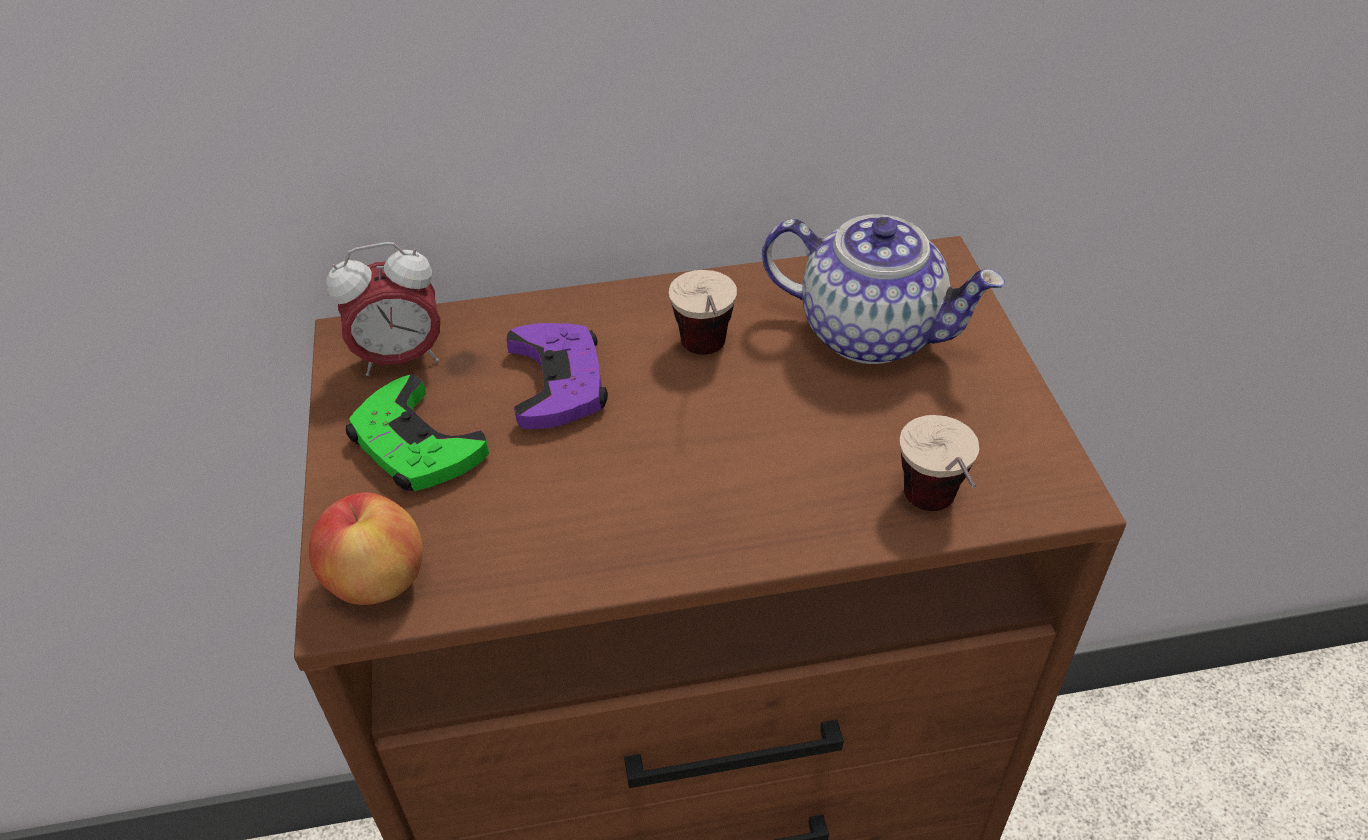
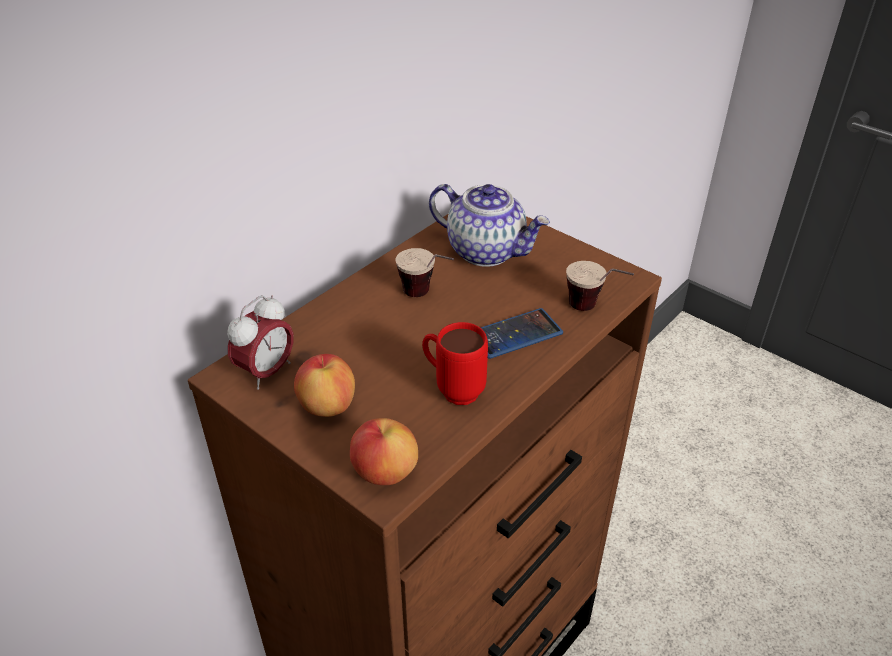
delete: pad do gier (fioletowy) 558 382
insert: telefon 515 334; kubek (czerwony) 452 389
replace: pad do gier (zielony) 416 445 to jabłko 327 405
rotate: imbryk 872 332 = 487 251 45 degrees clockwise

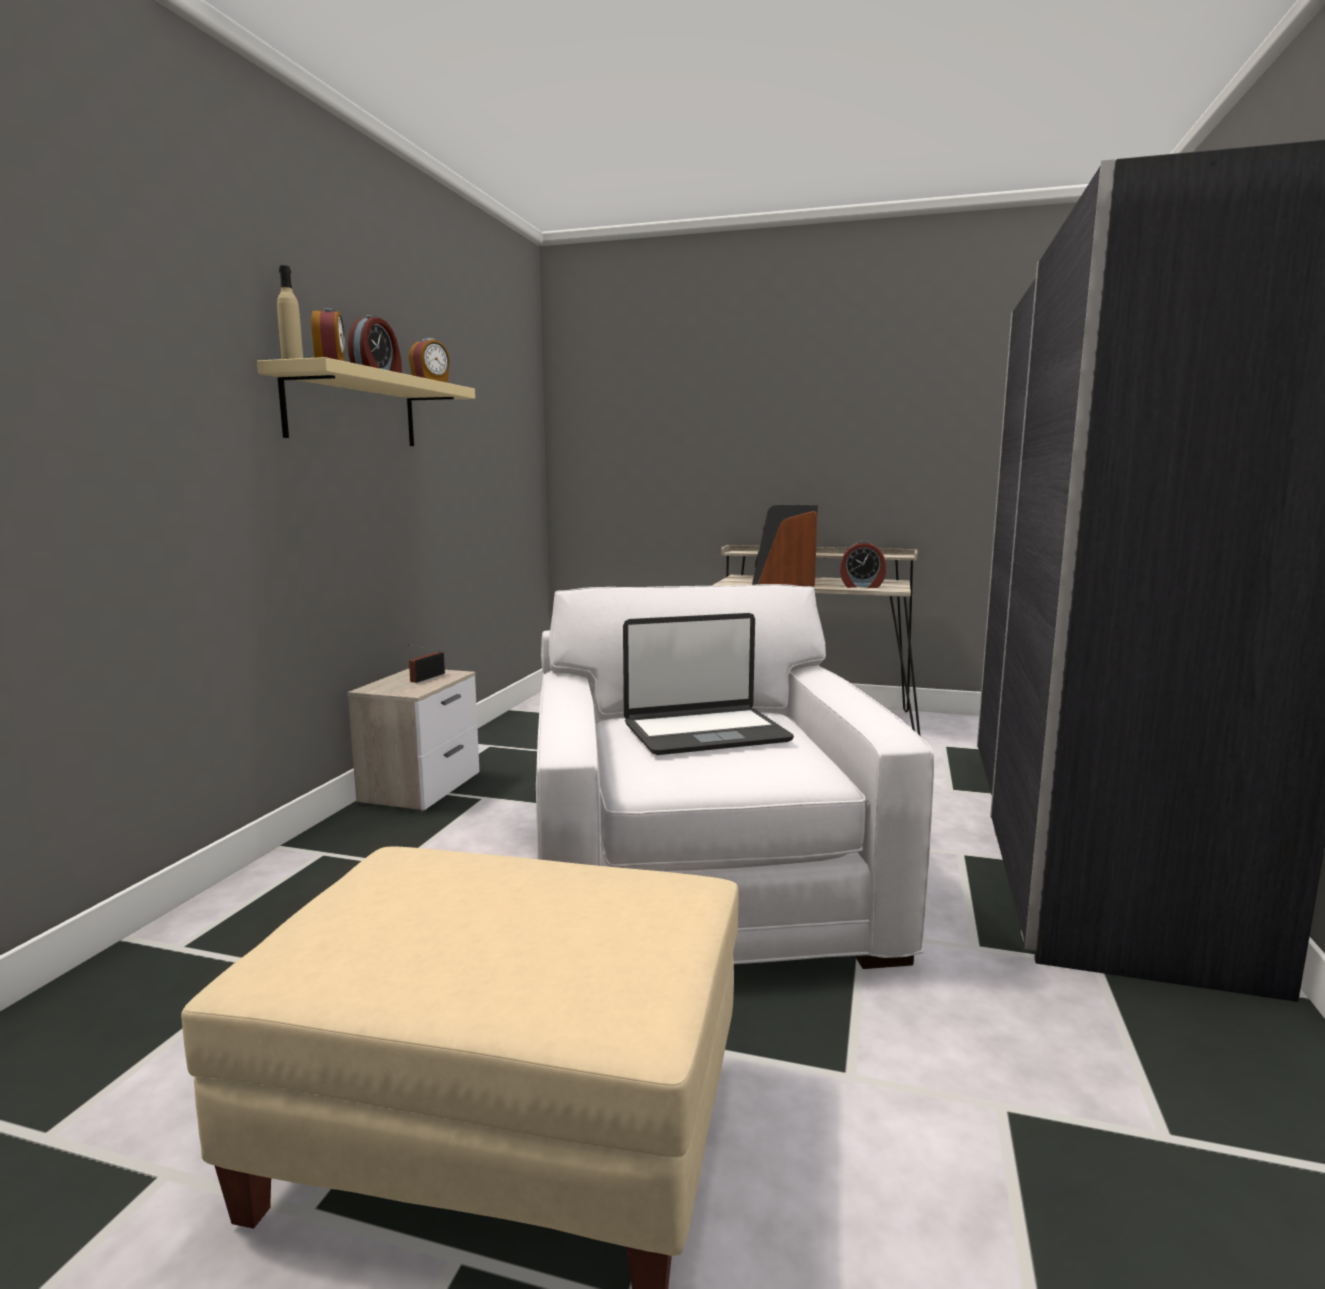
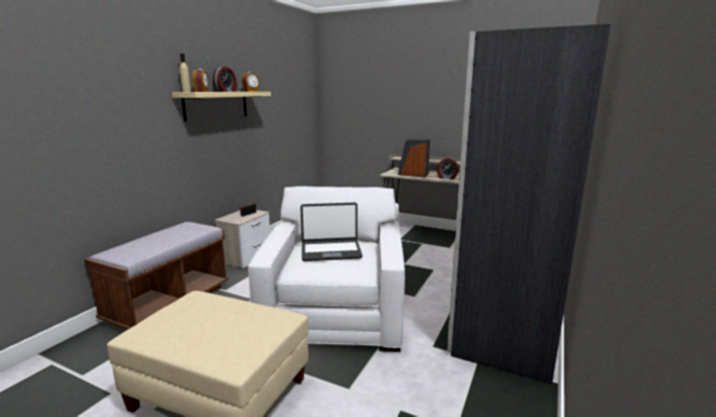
insert: ławka (brązowy) 169 303

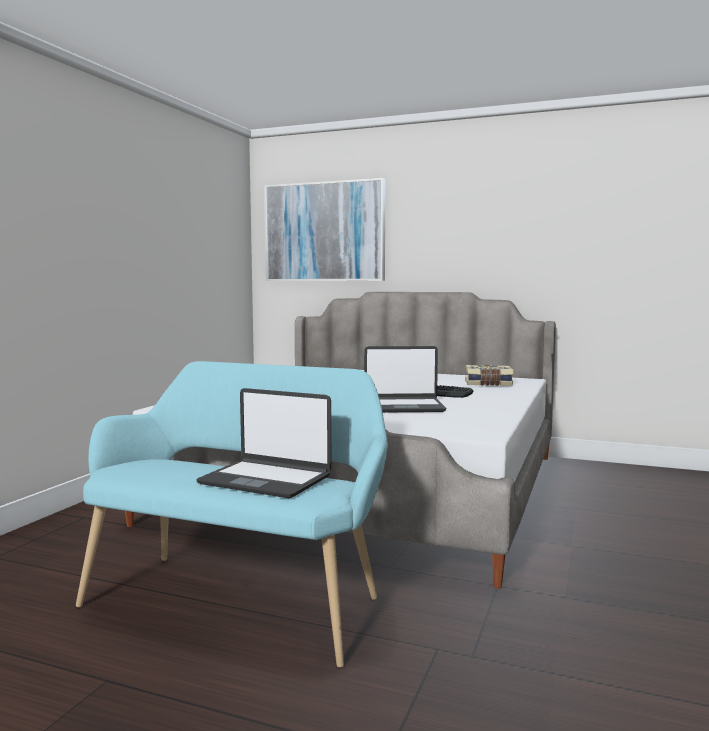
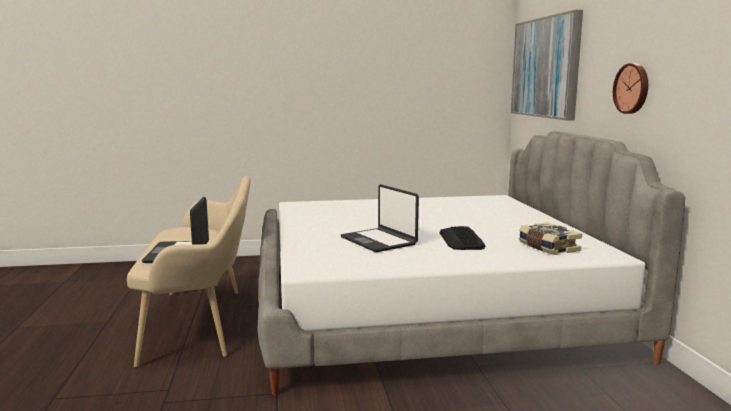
insert: zegar ścienny 632 88
recolor: ławka (turkusowy) 240 598 to ławka (beżowy) 202 323

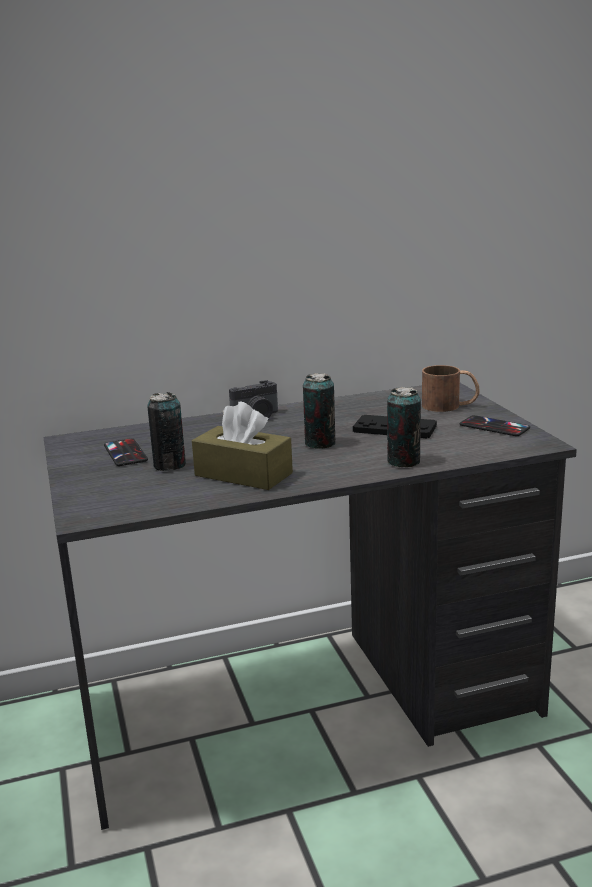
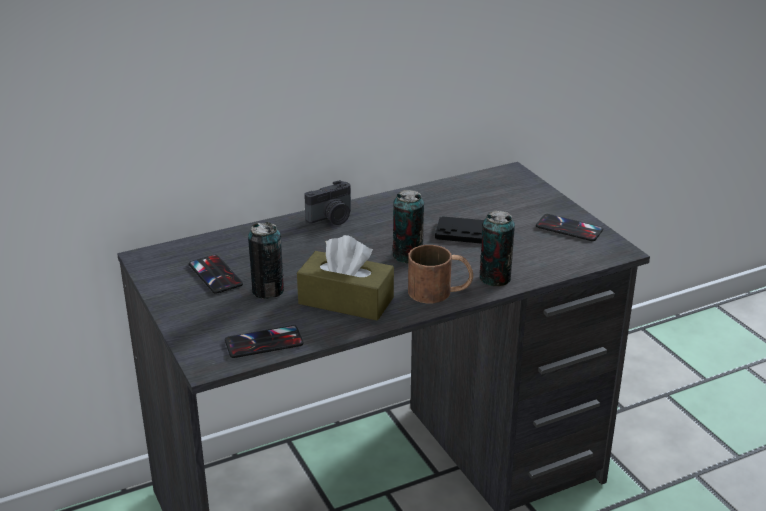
insert: telefon 264 342
move: kubek (brązowy) 450 406 to 440 291

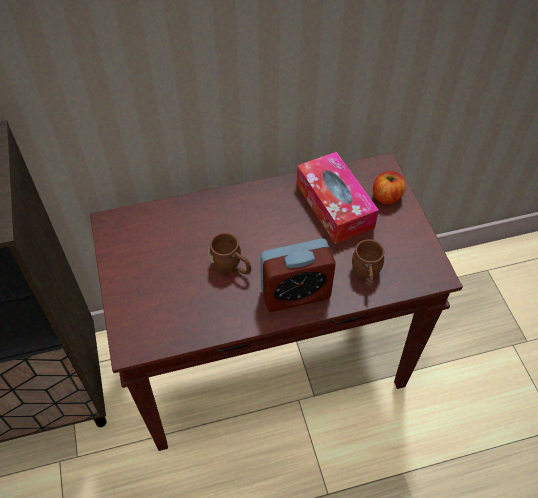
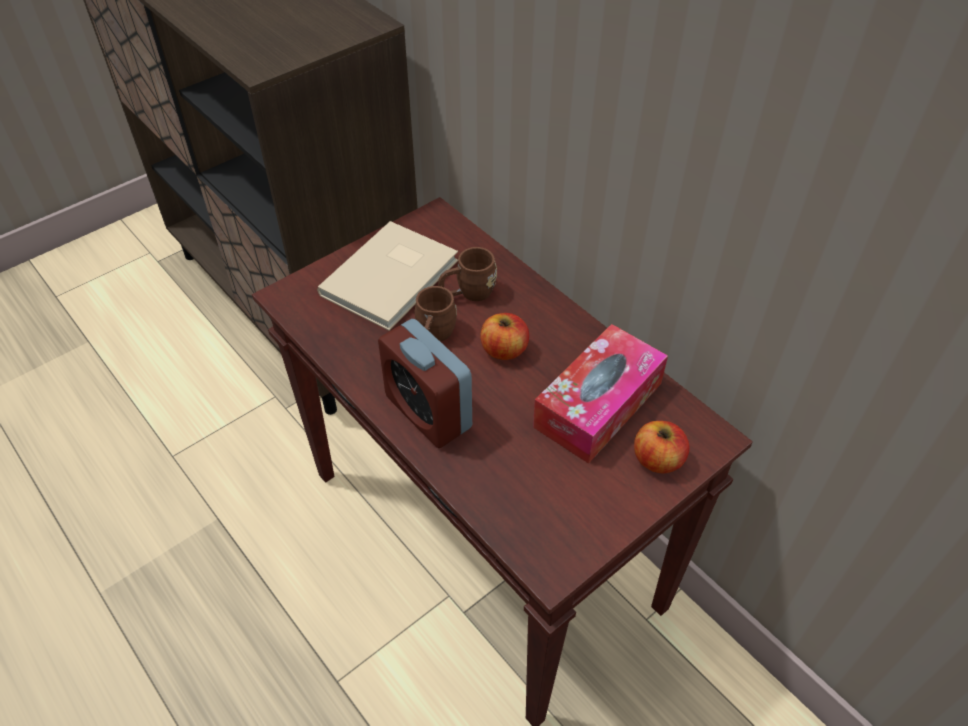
insert: książka (beżowy) 393 277; jabłko 504 350
move: kubek (brązowy) 366 276 to 468 293

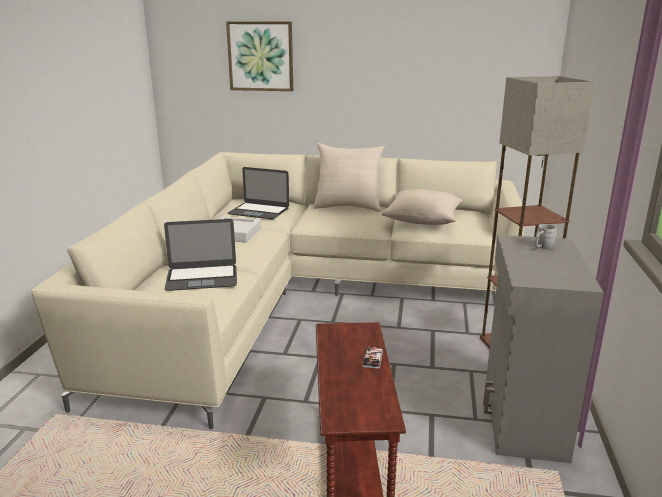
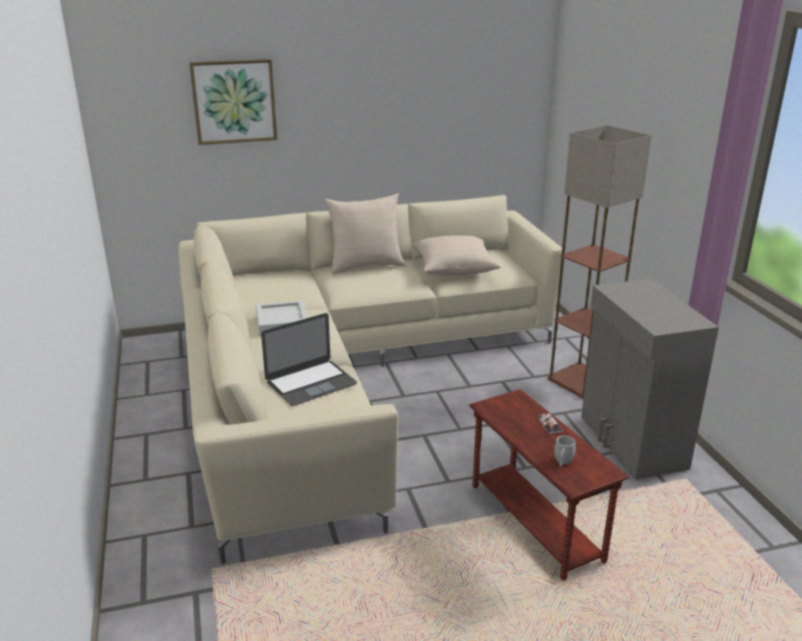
delete: laptop 259 211
move: kubek (szary) 542 247 to 562 462

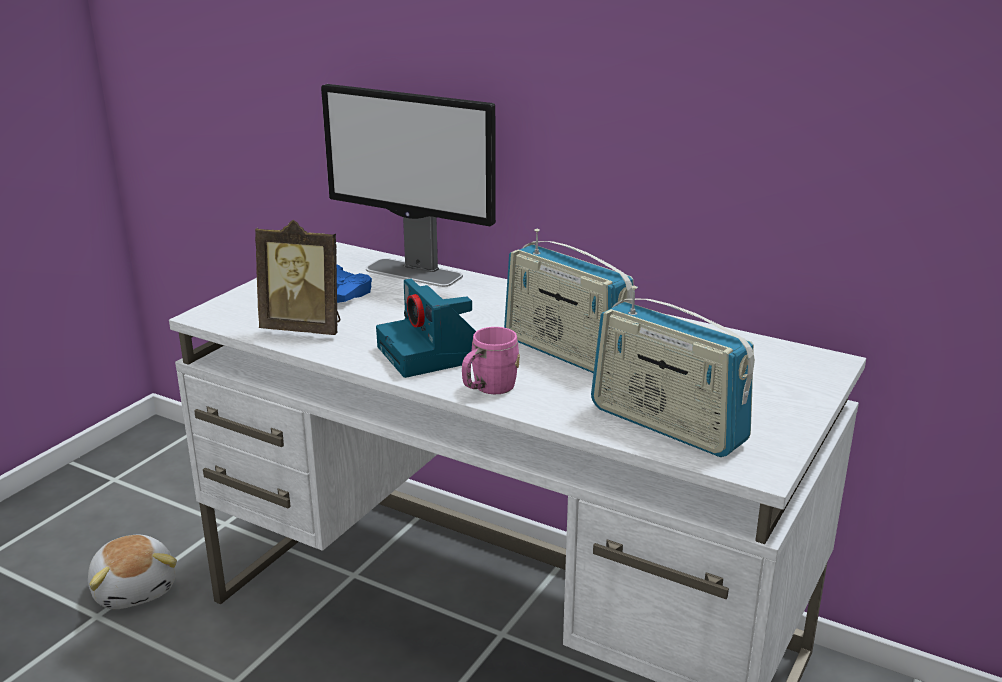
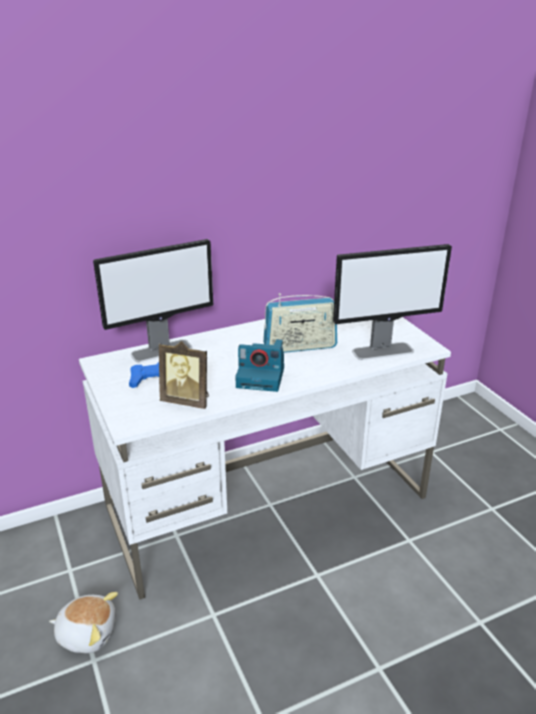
delete: kubek (różowy) 488 389
replace: radio 667 425 to monitor 383 351
rotate: ramka na zdjęcie 305 328 = 187 401 60 degrees clockwise

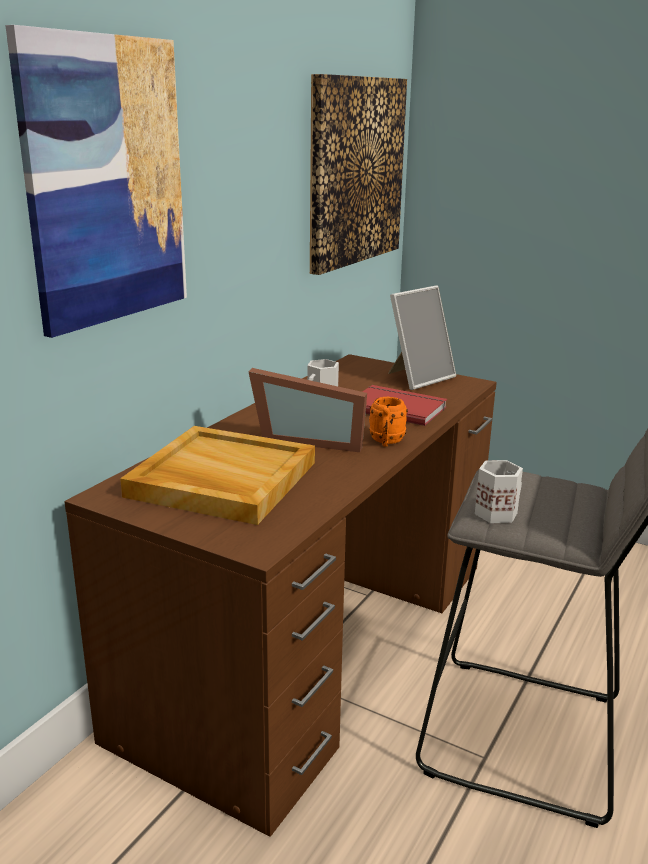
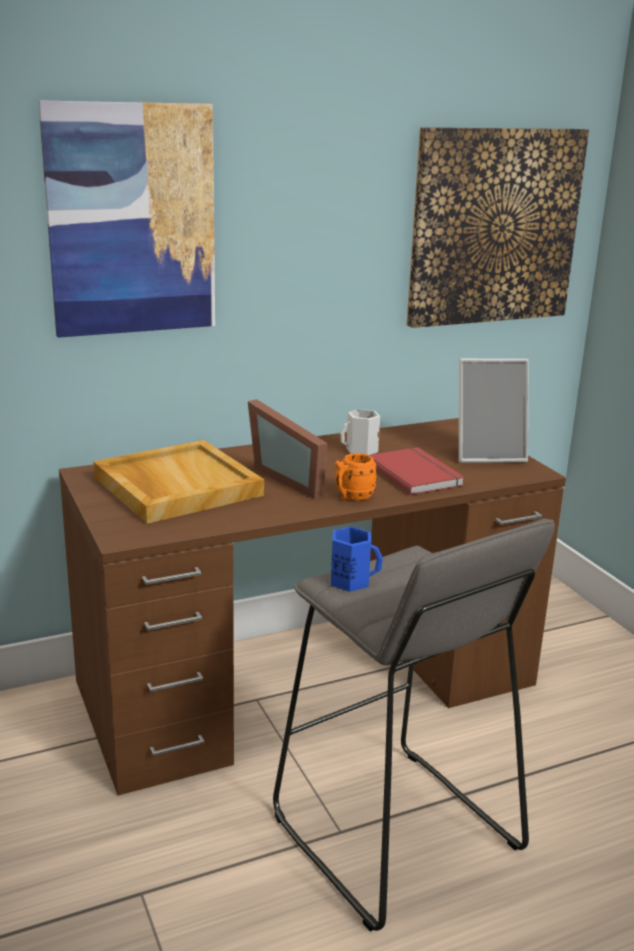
recolor: kubek (biały) 496 512 to kubek (niebieski) 351 580

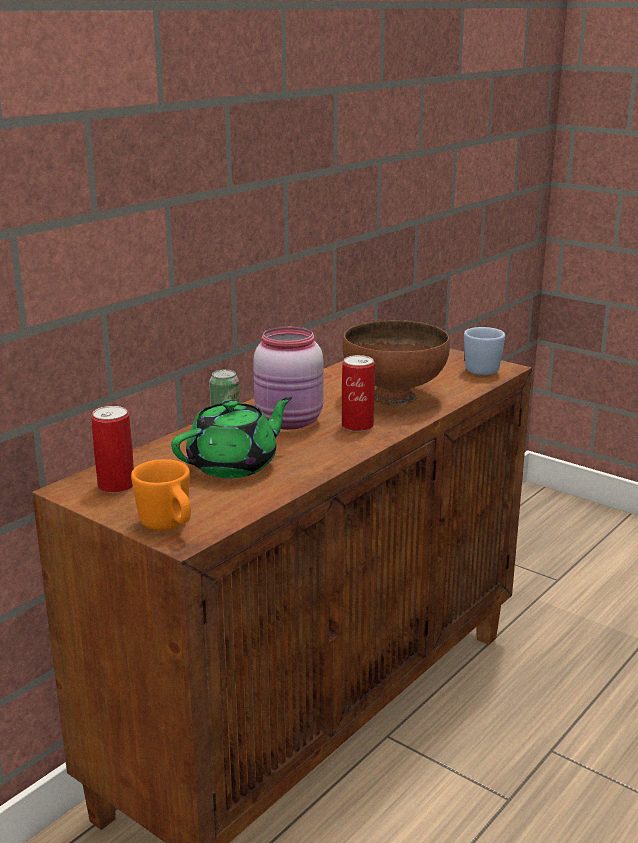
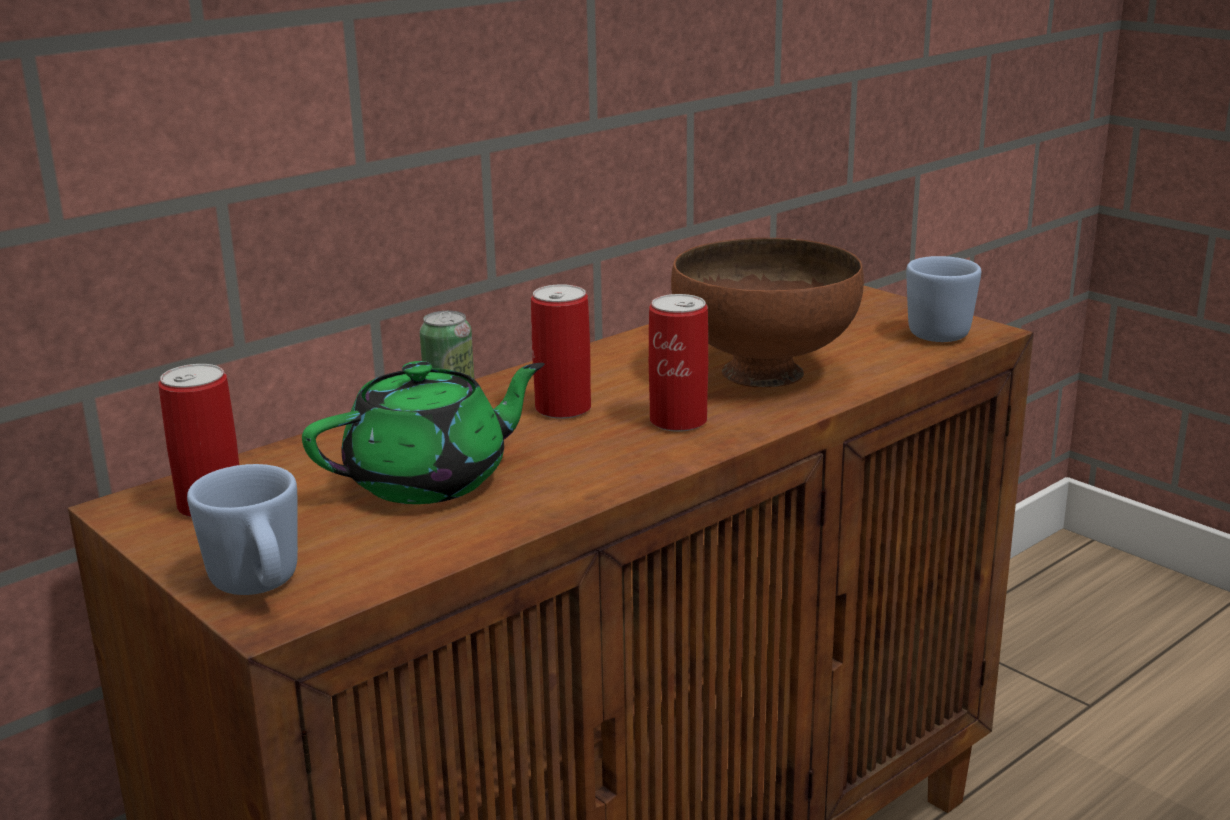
replace: słoik (różowy) 290 422 to puszka 563 408
recolor: kubek (pomarańczowy) 169 526 to kubek (niebieski) 259 587

